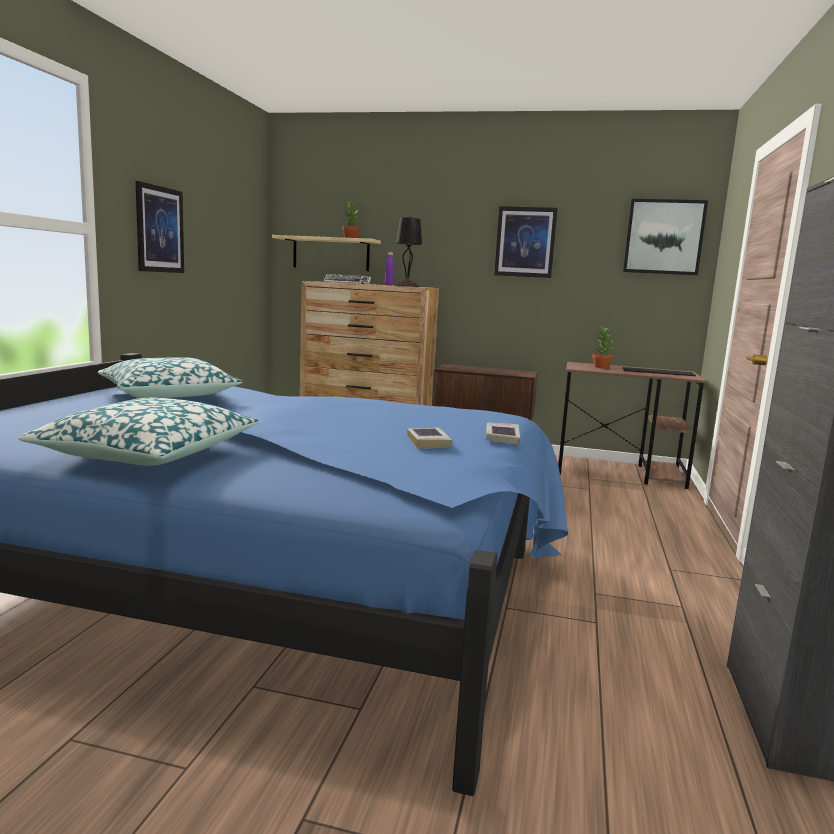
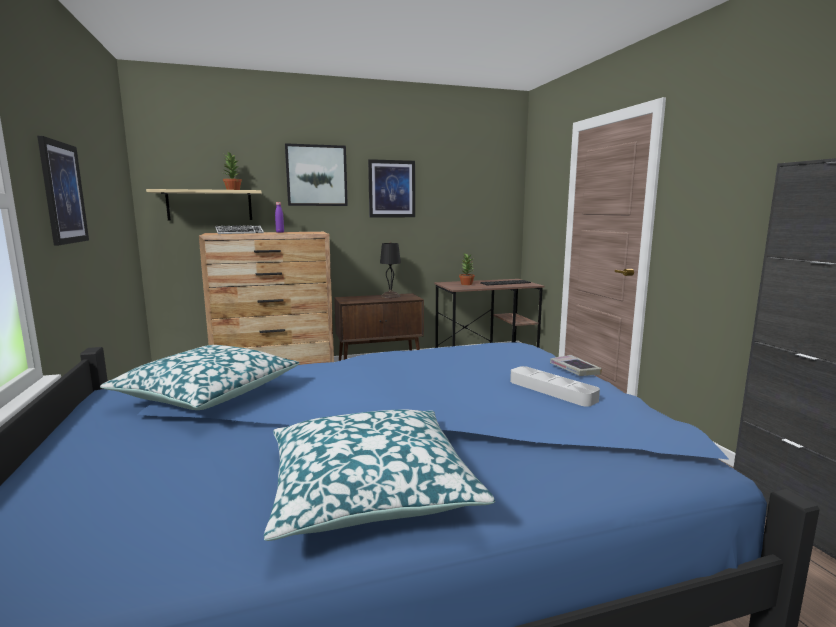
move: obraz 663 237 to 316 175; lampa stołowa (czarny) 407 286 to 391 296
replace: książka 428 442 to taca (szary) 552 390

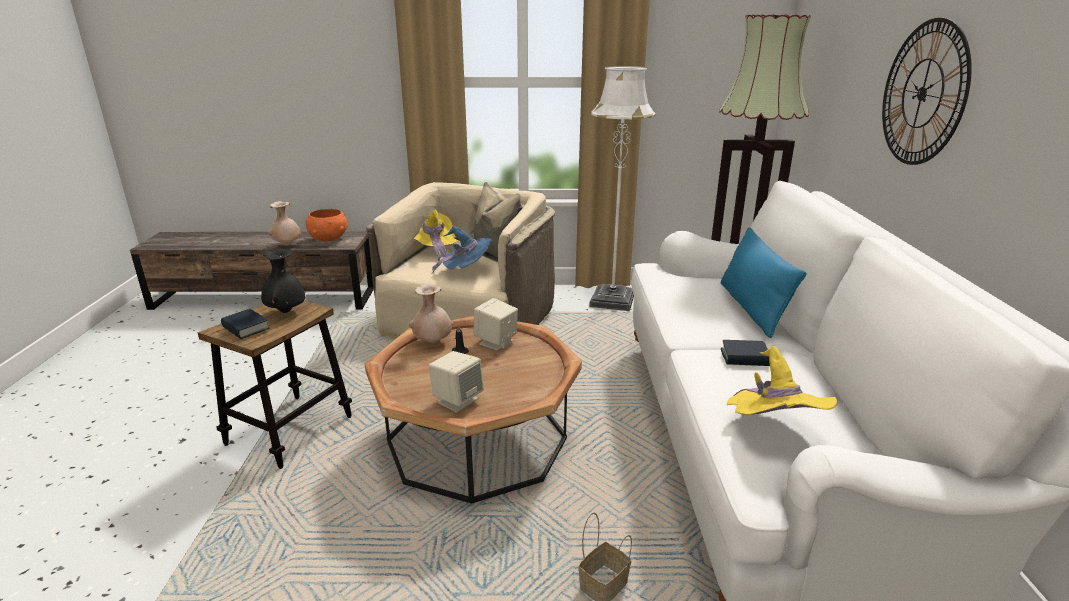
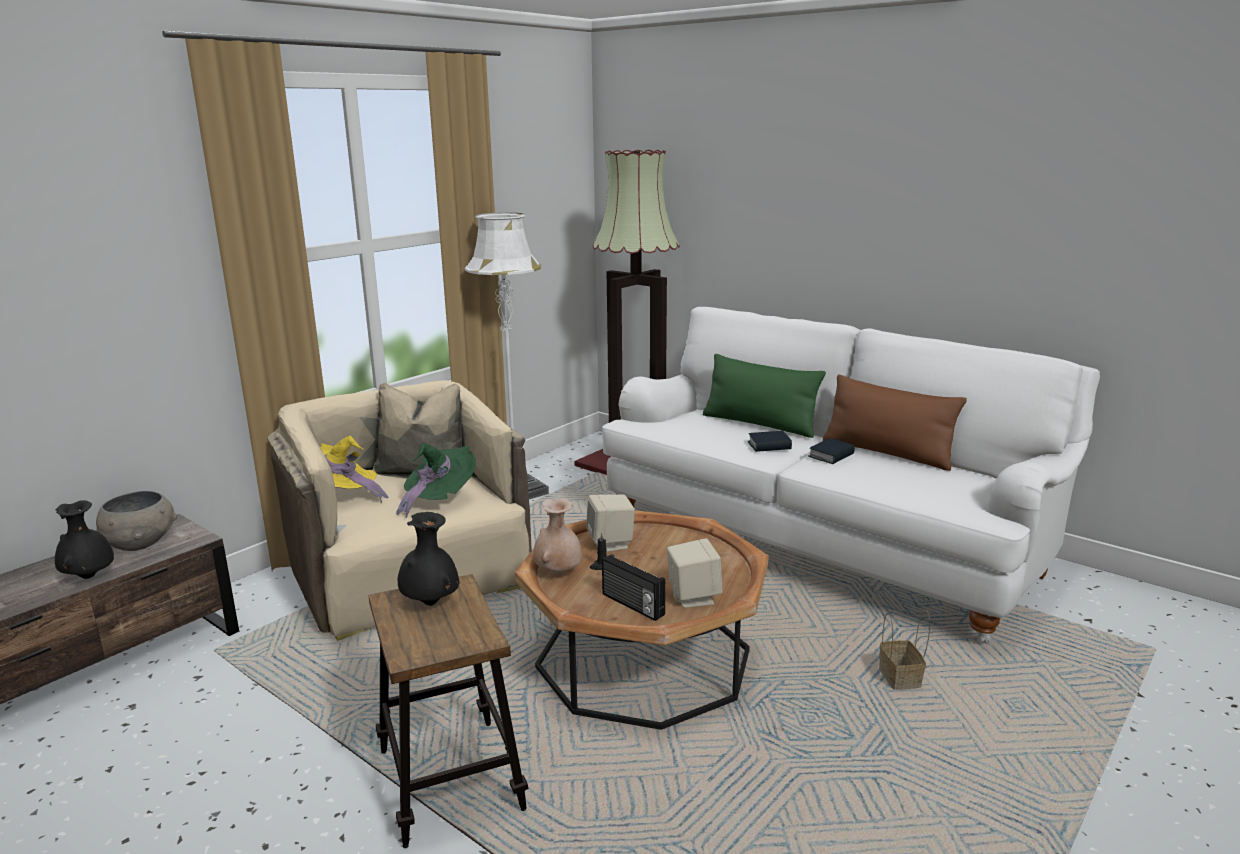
delete: zegar ścienny 922 93; kapelusz (żółty) 772 428
insert: poduszka (brązowy) 887 453; radio 632 605
move: książka 246 328 to 769 446
recolor: wazon (beżowy) 287 245 to wazon (czarny) 89 577; miska (pomarańczowy) 329 239 to miska (szary) 141 543; kapelusz (niebieski) 467 271 to kapelusz (zielony) 438 499; poduszka (niebieski) 751 308 to poduszka (zielony) 759 424

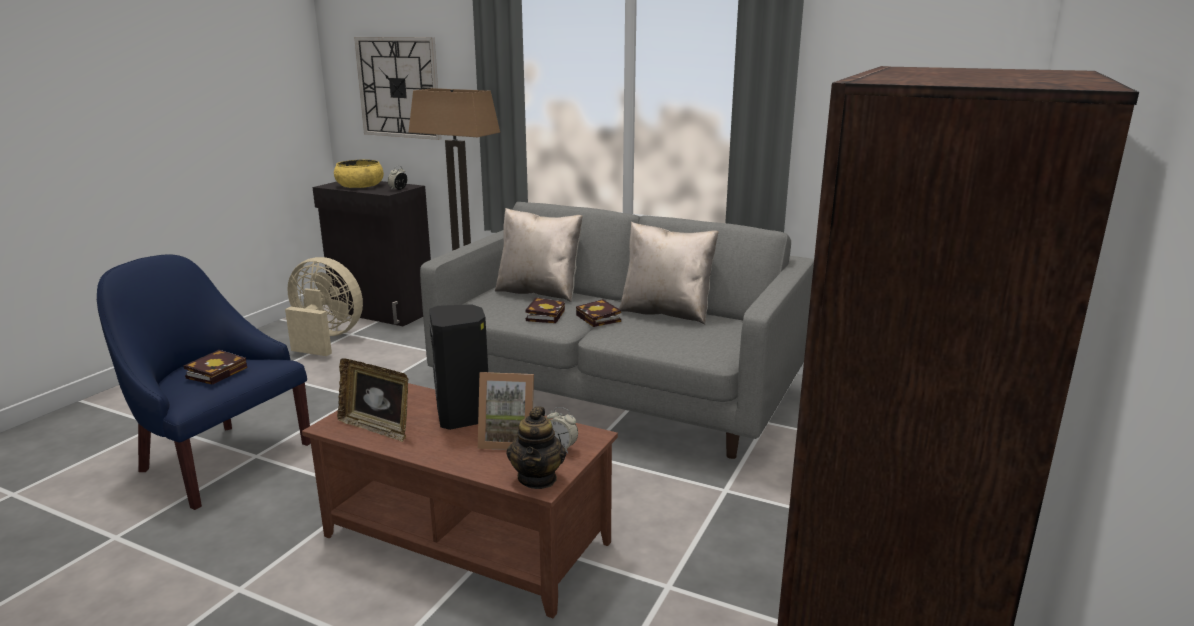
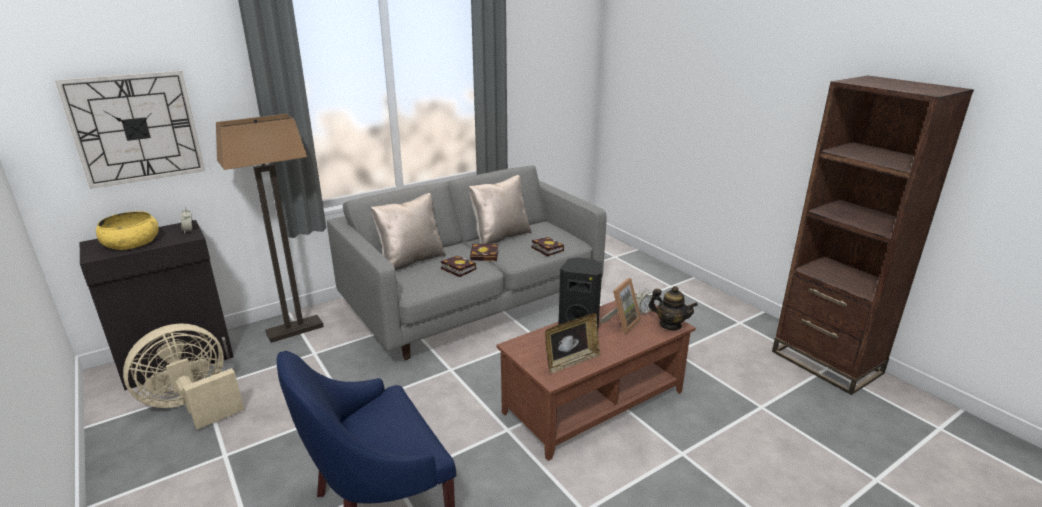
move: książka 218 372 to 546 249

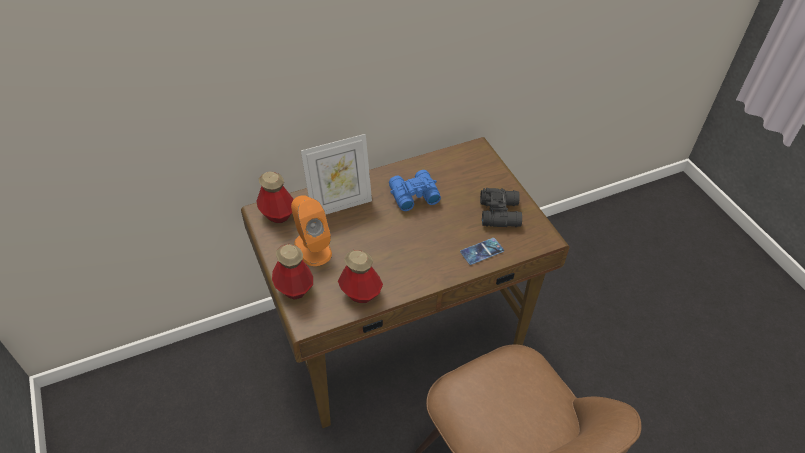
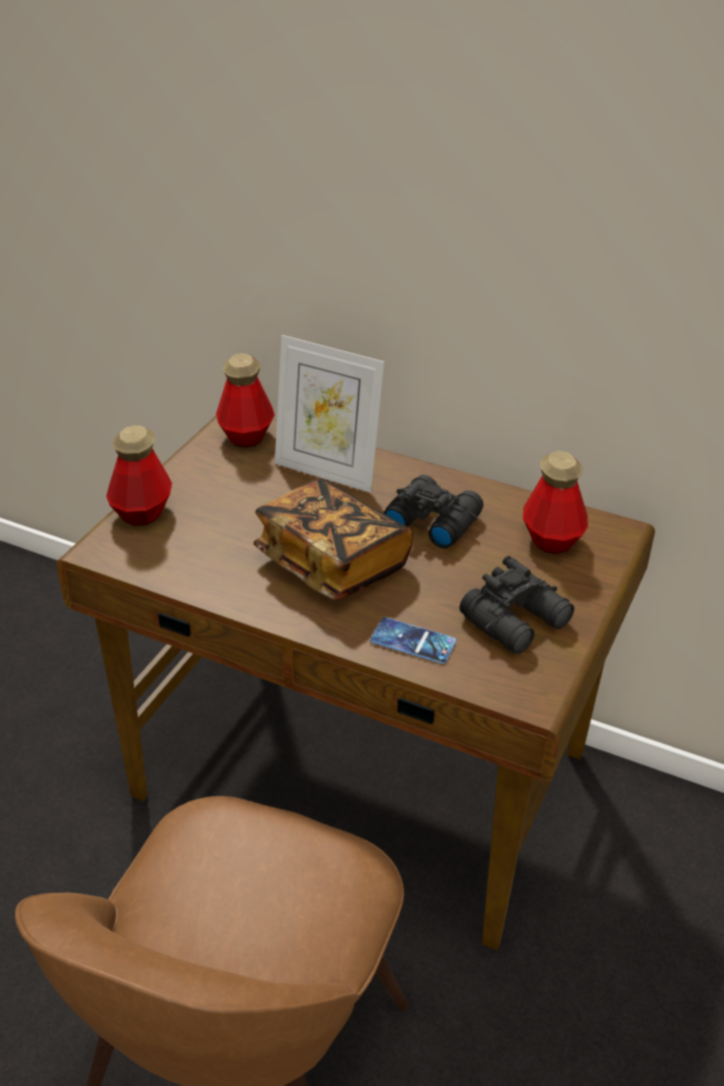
delete: głośnik (pomarańczowy) 312 248
insert: książka 332 562
move: butelka 360 293 to 552 539
recolor: lornetka (niebieski) 412 195 to lornetka (czarny) 432 520

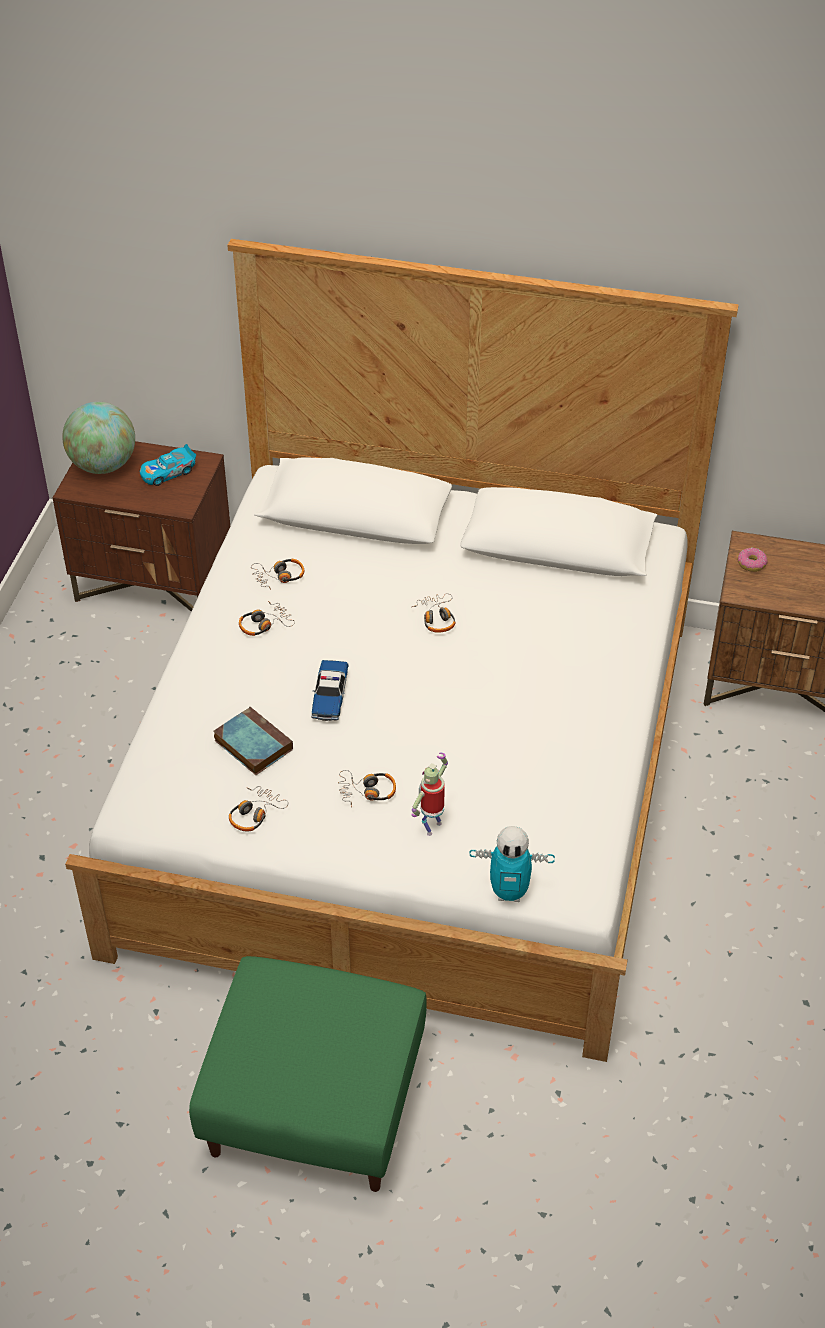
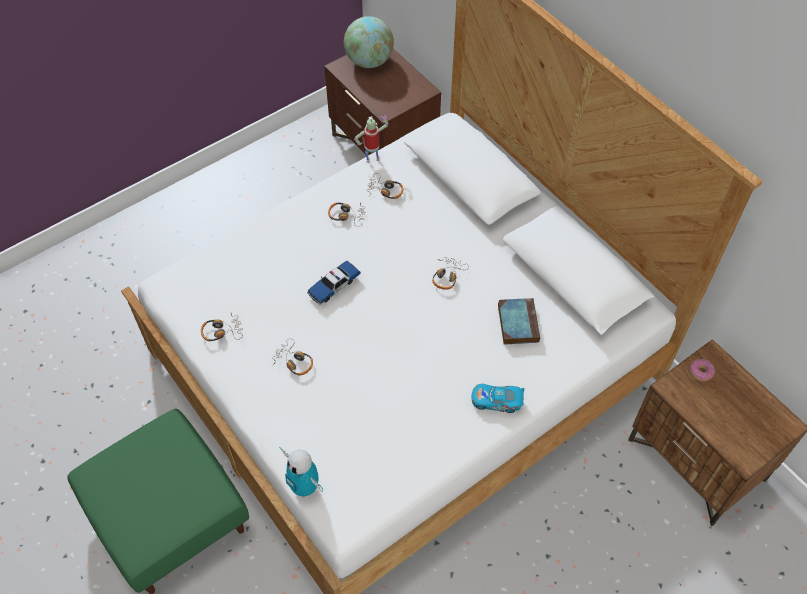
move: samochodzik 168 472 to 496 401; książka 251 744 to 517 322; robot zabawkowy 431 826 to 372 159

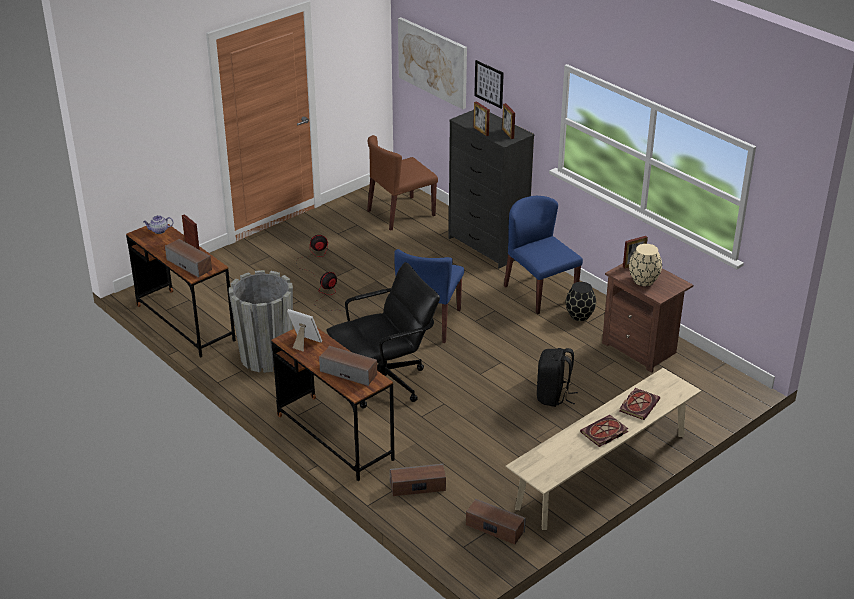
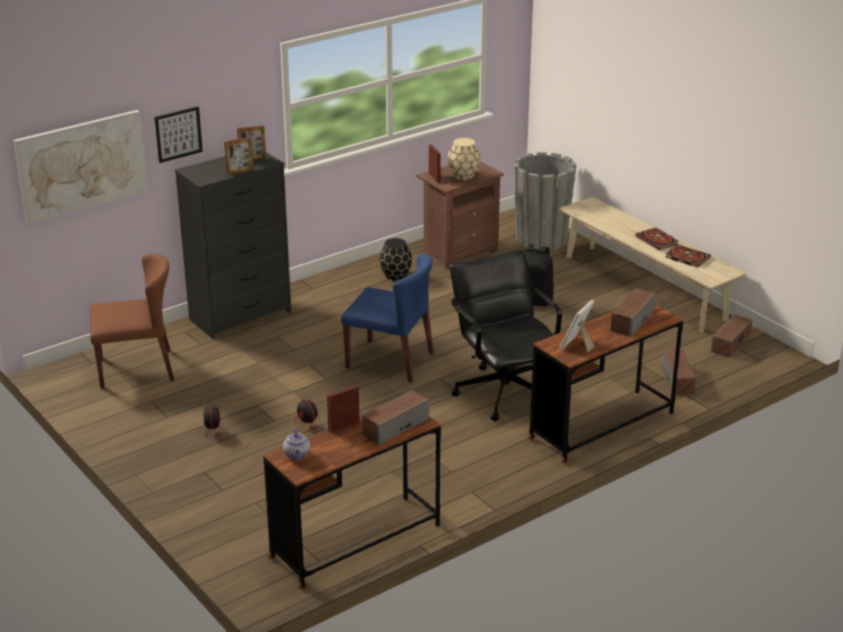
delete: krzesło (niebieski) 539 292
move: donica (szary) 266 356 to 541 239; książka 639 404 to 686 257
rotate: krzesło (brązowy) 400 213 = 137 368 75 degrees counterclockwise

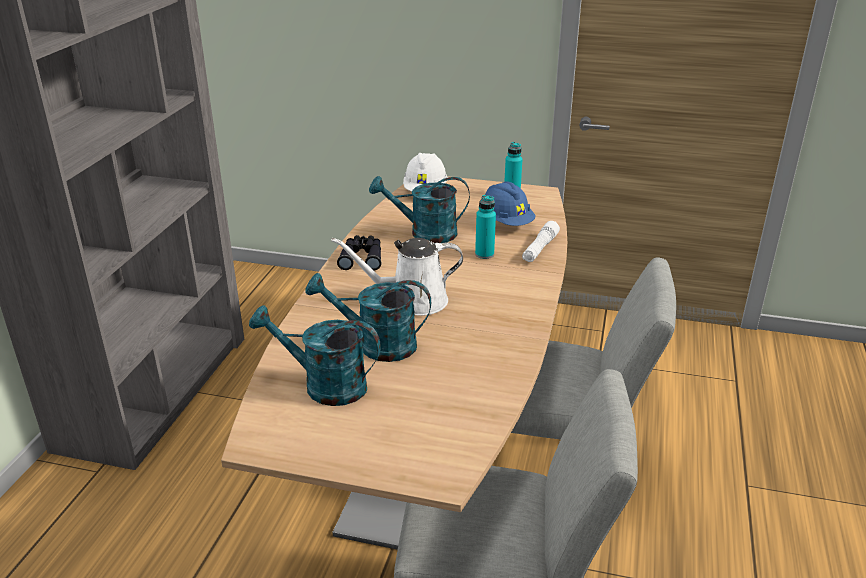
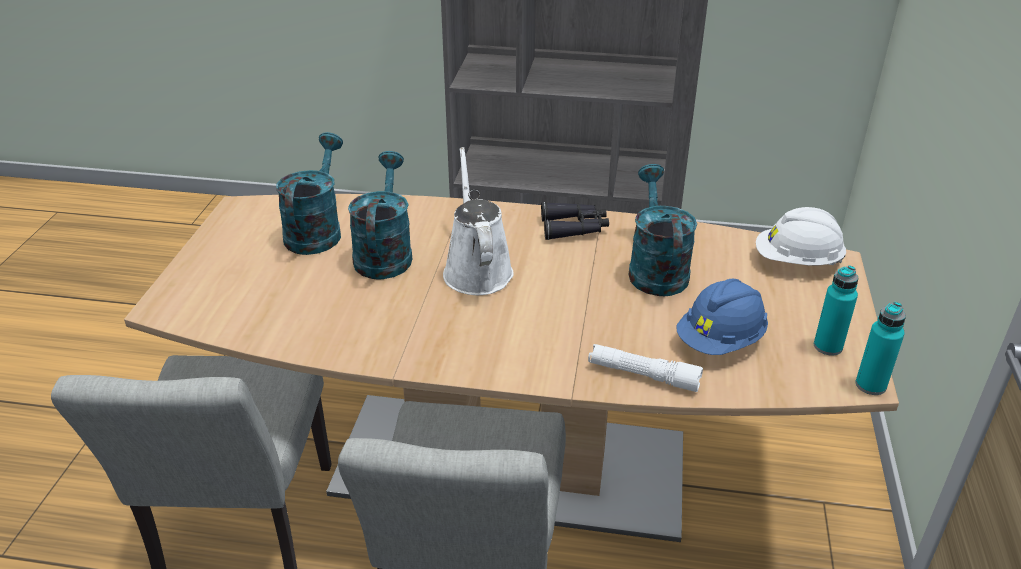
move: butelka (turkusowy) 484 254 to 870 385

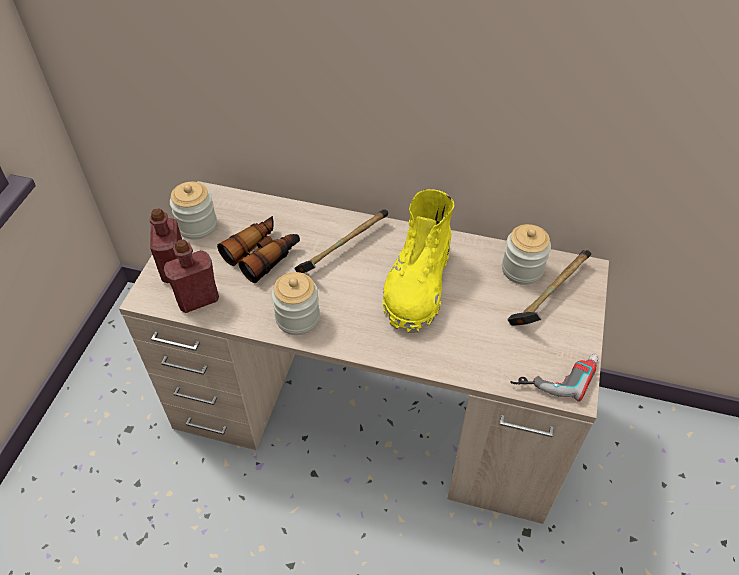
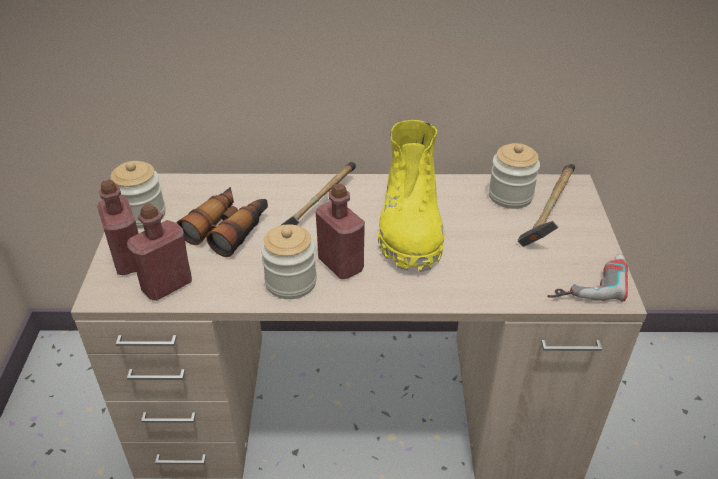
insert: butelka (czerwony) 341 264

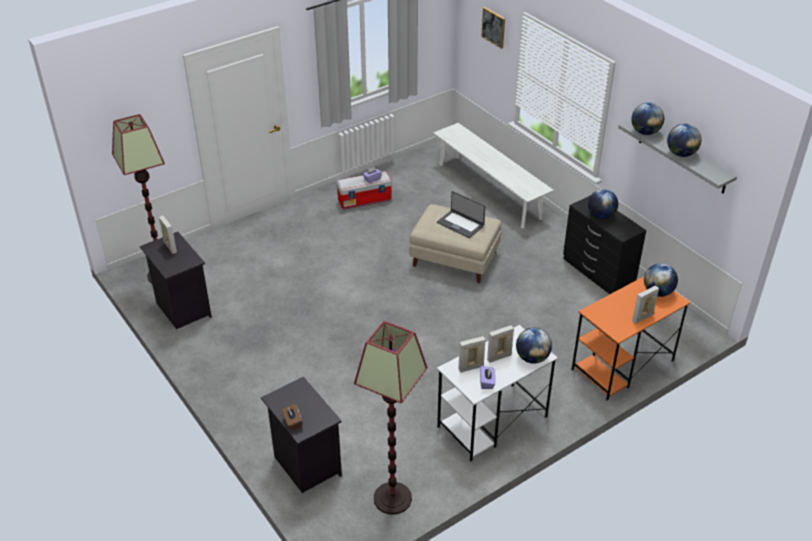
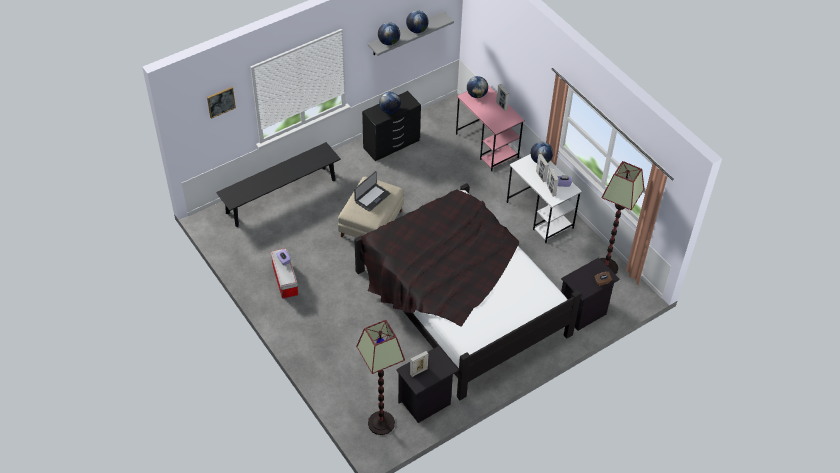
insert: łóżko (czarny) 460 302
recolor: ławka (biały) 489 190 to ławka (czarny) 281 196; biurko (pomarańczowy) 622 365 to biurko (różowy) 487 146

